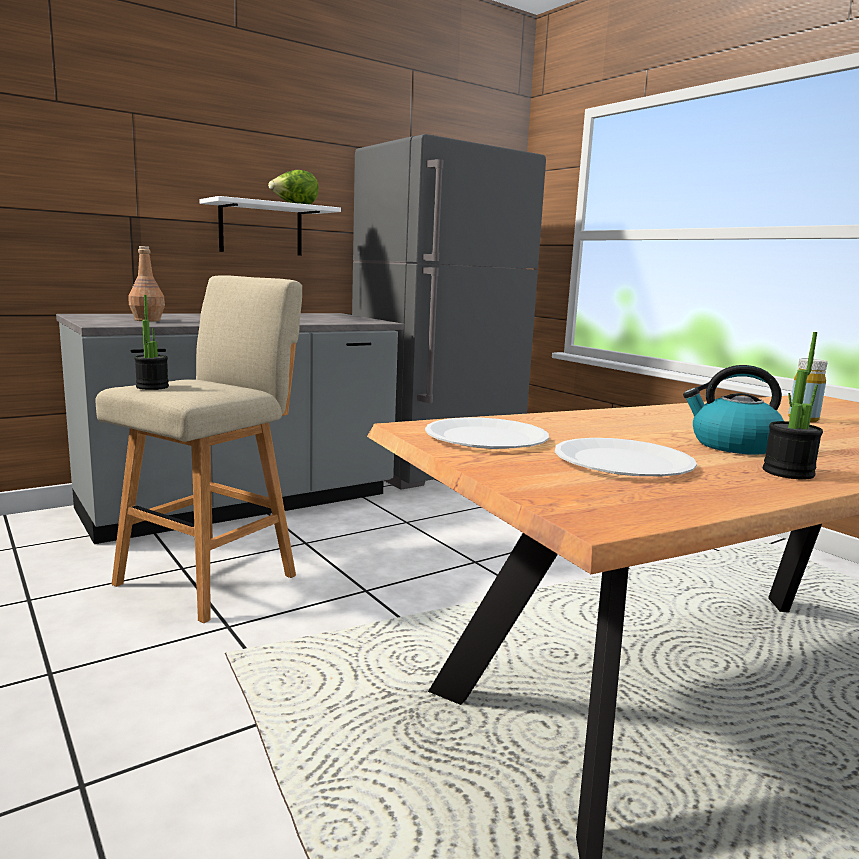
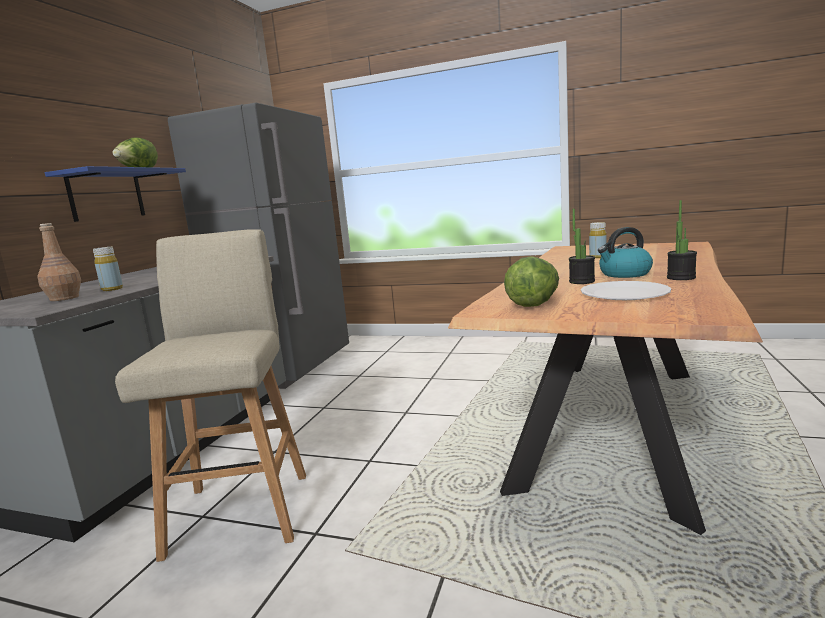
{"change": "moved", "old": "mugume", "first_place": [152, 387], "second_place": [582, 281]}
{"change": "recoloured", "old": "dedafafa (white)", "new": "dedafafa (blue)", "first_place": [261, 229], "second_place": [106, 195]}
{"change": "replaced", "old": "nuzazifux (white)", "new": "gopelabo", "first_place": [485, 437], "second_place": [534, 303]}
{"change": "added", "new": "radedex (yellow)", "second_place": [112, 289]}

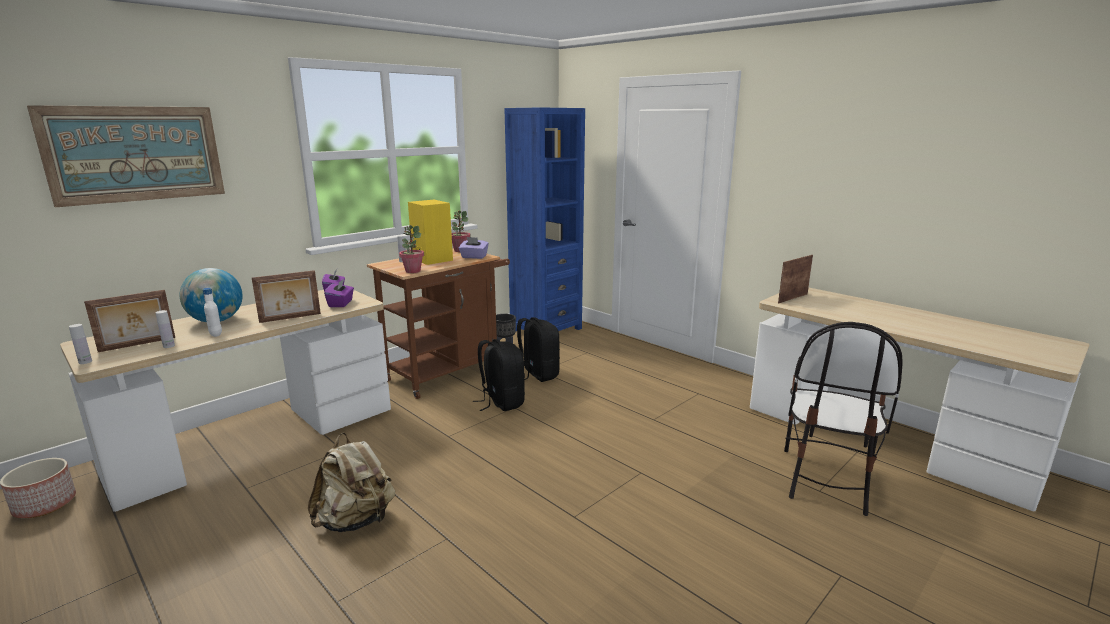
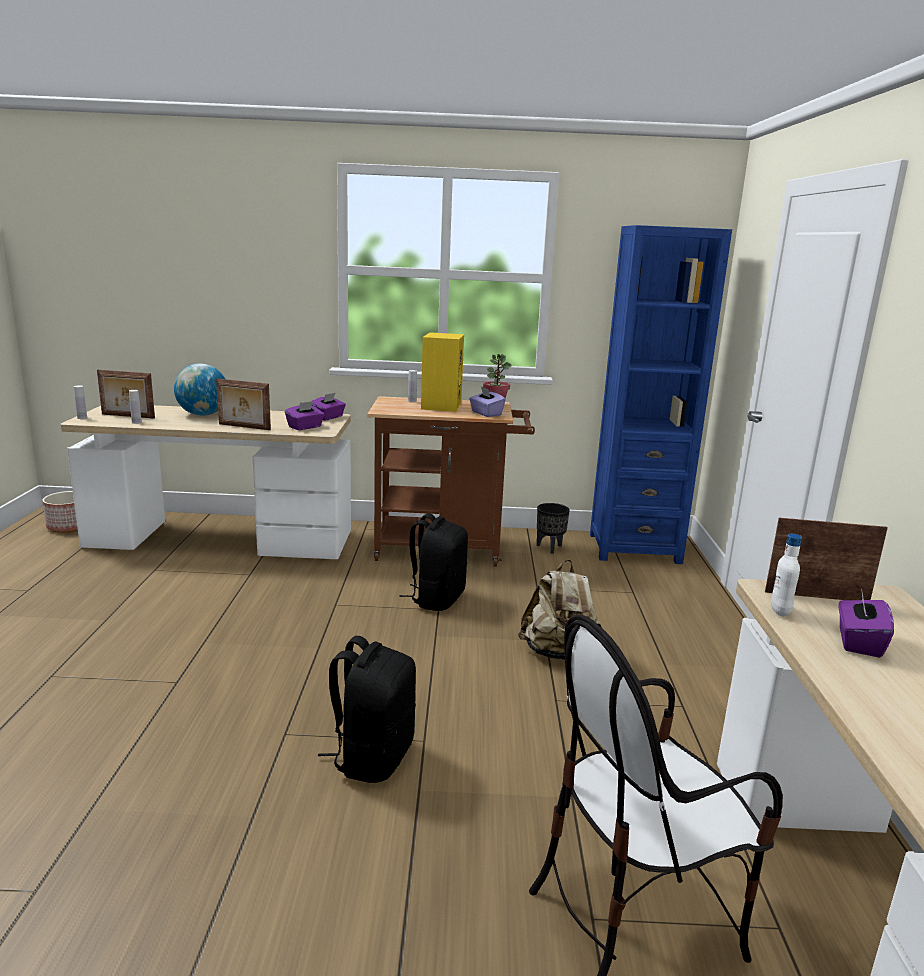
{"change": "removed", "old": "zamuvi", "first_place": [135, 154]}
{"change": "moved", "old": "radedex (white)", "first_place": [216, 334], "second_place": [780, 611]}
{"change": "moved", "old": "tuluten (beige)", "first_place": [356, 521], "second_place": [559, 653]}
{"change": "removed", "old": "mugume", "first_place": [413, 271]}
{"change": "moved", "old": "tuluten (black)", "first_place": [537, 374], "second_place": [372, 756]}
{"change": "added", "new": "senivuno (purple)", "second_place": [858, 642]}

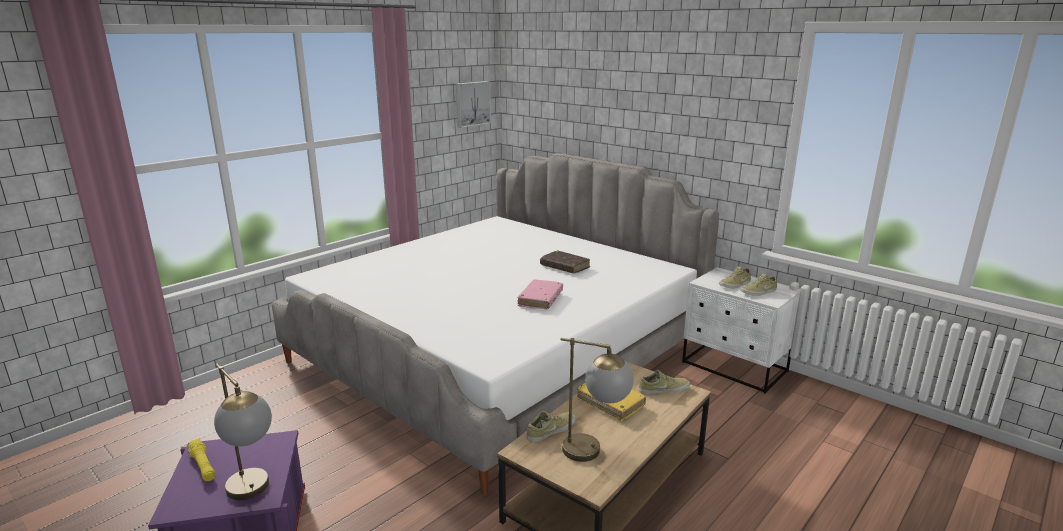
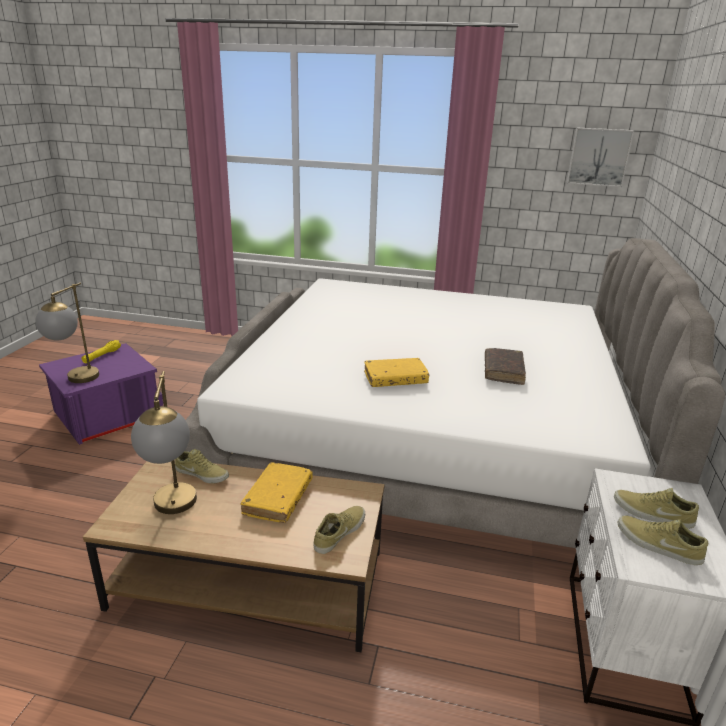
{"change": "recoloured", "old": "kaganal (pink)", "new": "kaganal (yellow)", "first_place": [540, 299], "second_place": [395, 379]}
{"change": "turned", "old": "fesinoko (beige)", "first_place": [663, 389], "second_place": [338, 532], "degrees": -105}

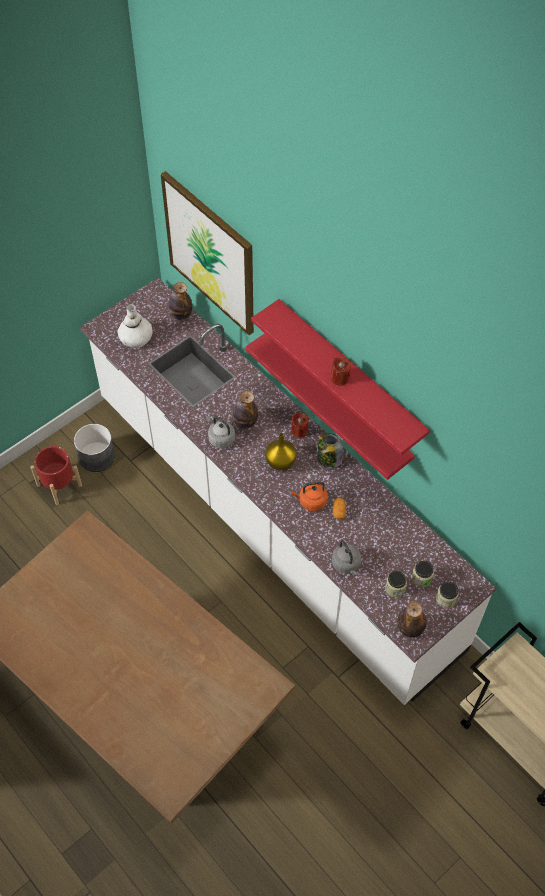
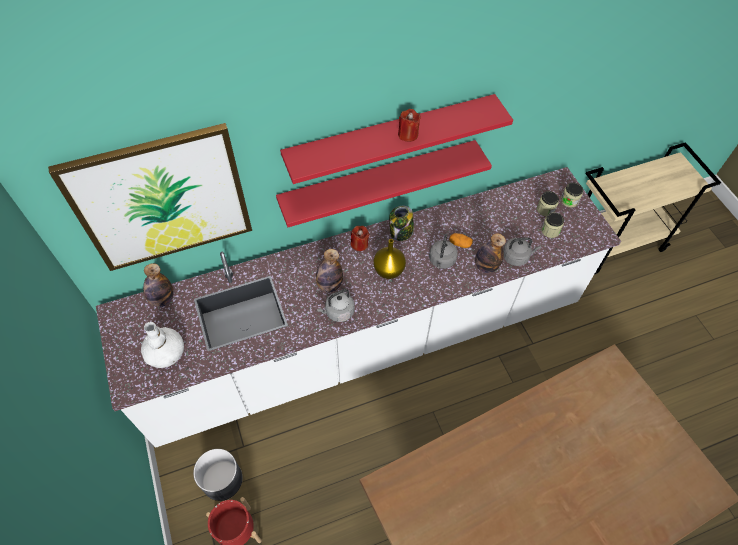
{"change": "recoloured", "old": "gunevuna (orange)", "new": "gunevuna (grey)", "first_place": [311, 501], "second_place": [441, 261]}
{"change": "moved", "old": "radedex", "first_place": [410, 628], "second_place": [486, 266]}

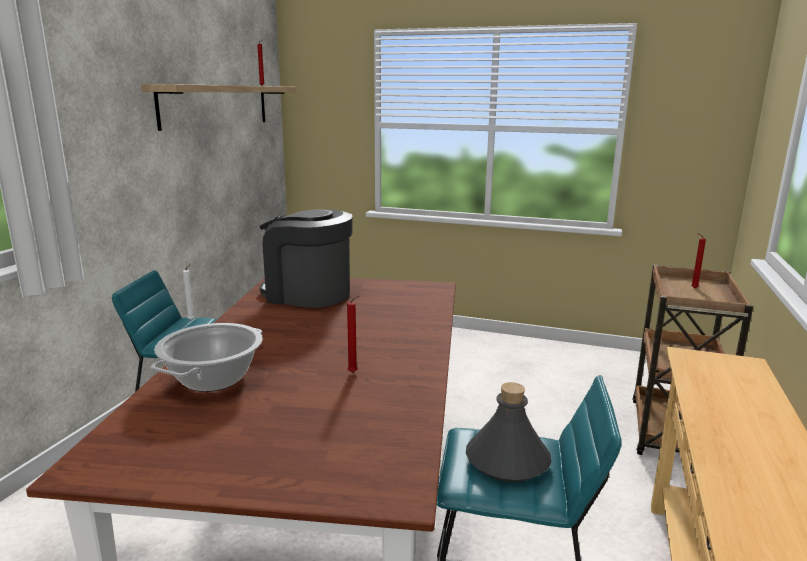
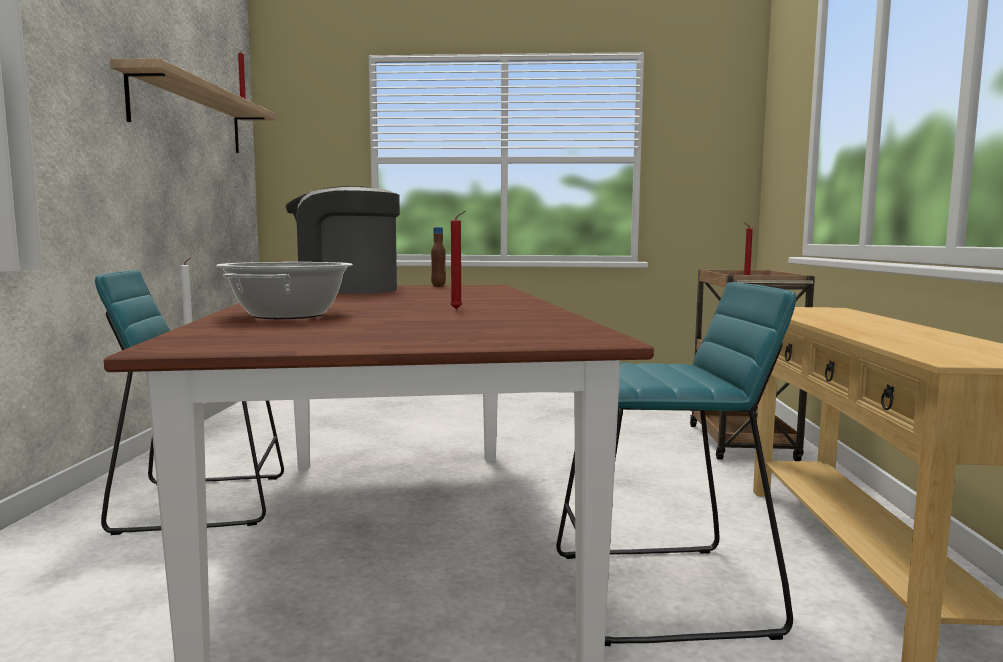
{"change": "removed", "old": "radedex (grey)", "first_place": [508, 461]}
{"change": "added", "new": "radedex (brown)", "second_place": [438, 286]}

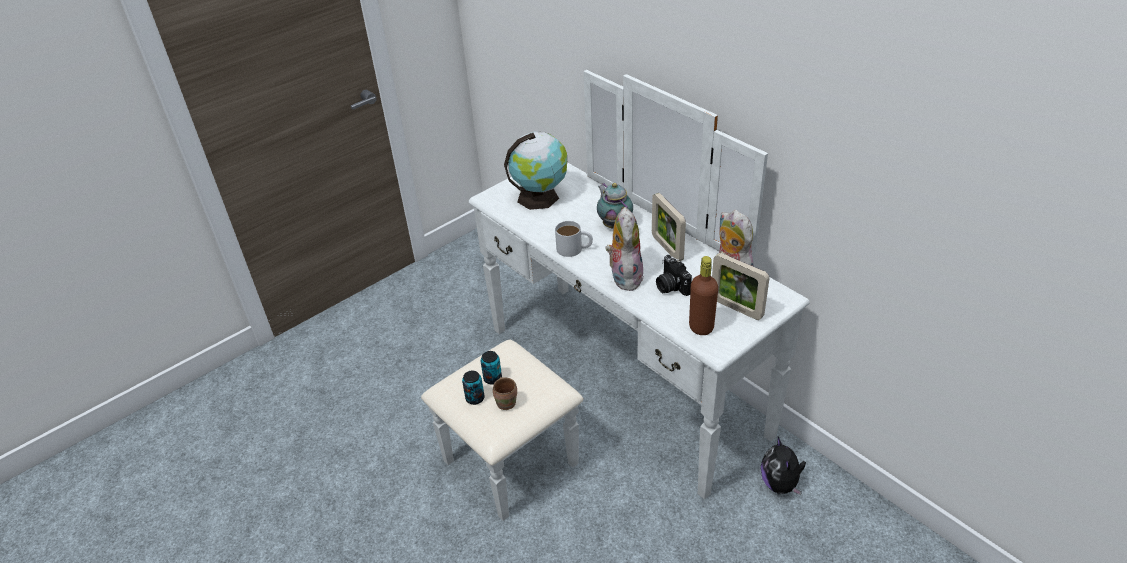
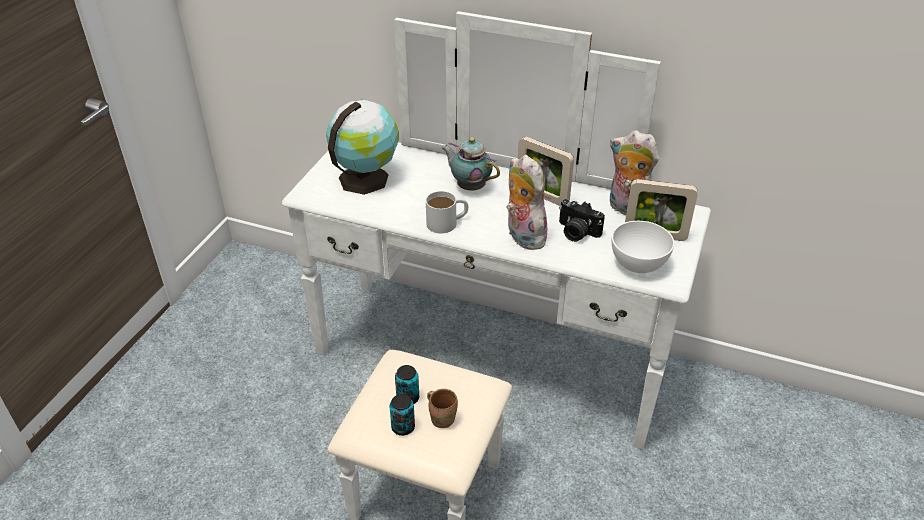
{"change": "replaced", "old": "radedex (brown)", "new": "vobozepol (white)", "first_place": [701, 327], "second_place": [638, 264]}
{"change": "removed", "old": "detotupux", "first_place": [780, 484]}

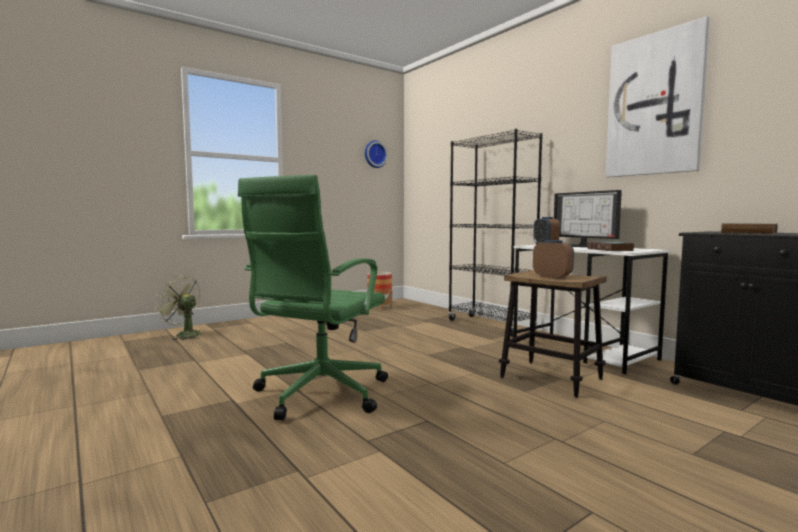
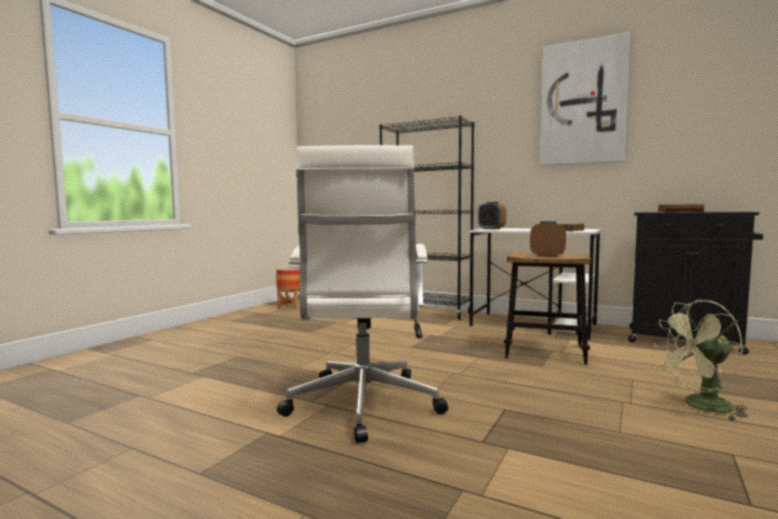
{"change": "moved", "old": "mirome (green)", "first_place": [183, 335], "second_place": [700, 407]}
{"change": "recoloured", "old": "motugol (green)", "new": "motugol (white)", "first_place": [319, 395], "second_place": [363, 406]}
{"change": "removed", "old": "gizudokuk", "first_place": [374, 154]}
{"change": "removed", "old": "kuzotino", "first_place": [579, 246]}

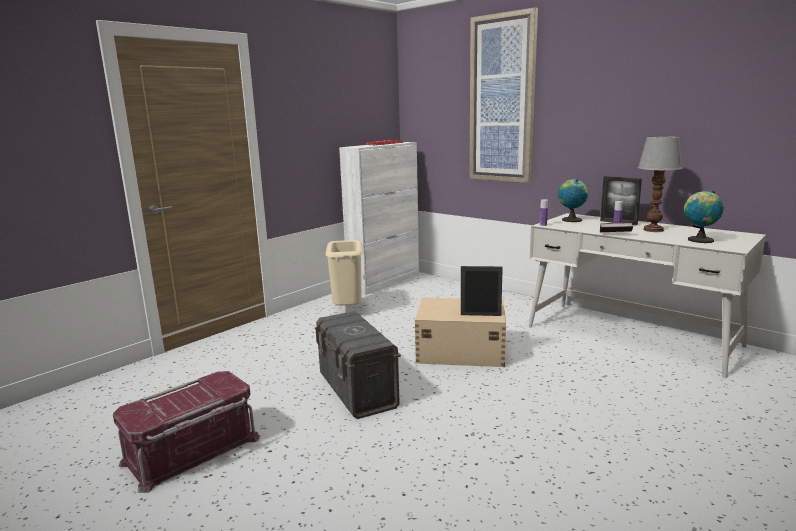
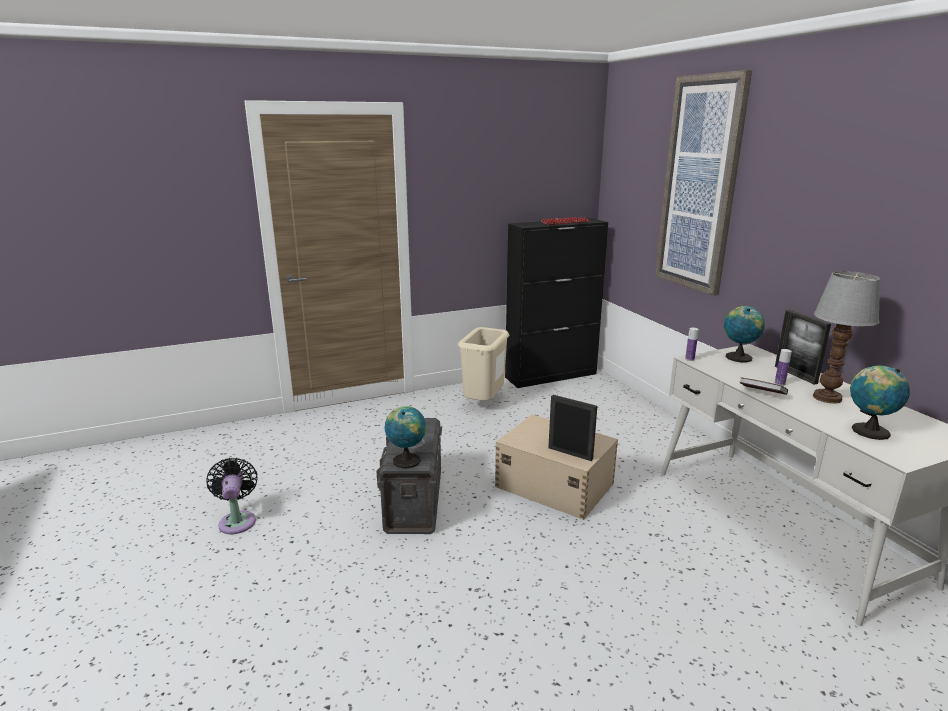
{"change": "replaced", "old": "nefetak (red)", "new": "mirome (black)", "first_place": [192, 451], "second_place": [237, 520]}
{"change": "recoloured", "old": "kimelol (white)", "new": "kimelol (black)", "first_place": [385, 282], "second_place": [551, 375]}
{"change": "added", "new": "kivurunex", "second_place": [406, 460]}

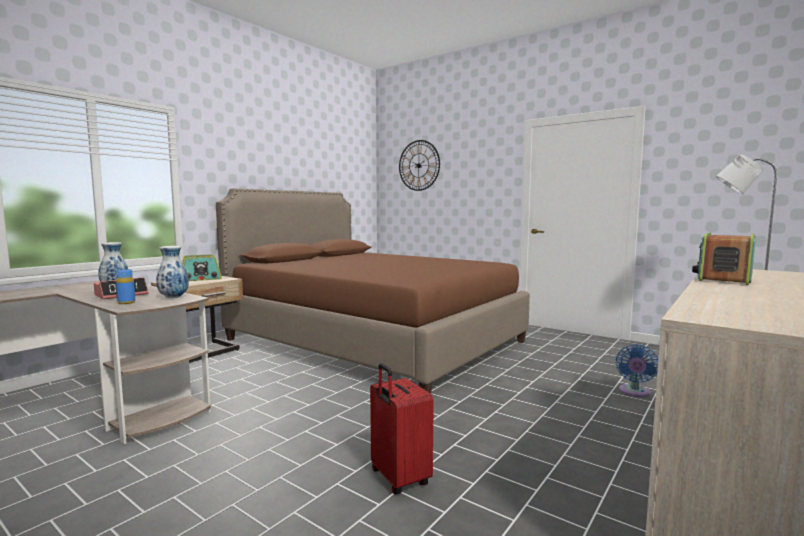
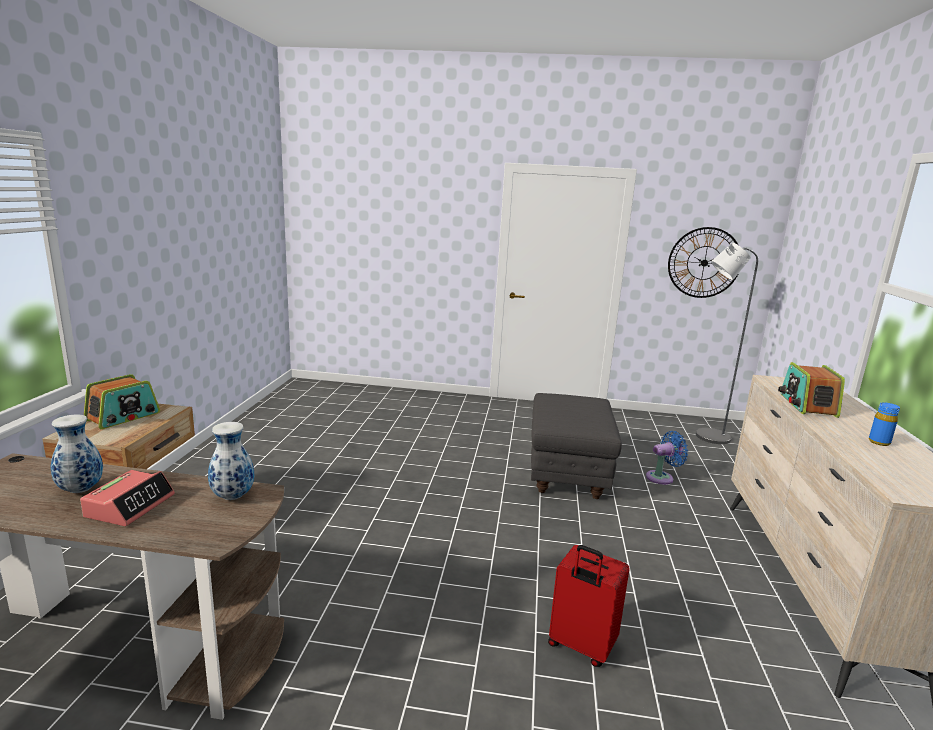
{"change": "moved", "old": "radedex (blue)", "first_place": [126, 303], "second_place": [879, 442]}
{"change": "removed", "old": "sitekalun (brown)", "first_place": [374, 341]}
{"change": "moved", "old": "gizudokuk", "first_place": [419, 165], "second_place": [704, 263]}
{"change": "turned", "old": "mirome (blue)", "first_place": [634, 392], "second_place": [662, 477], "degrees": -105}
{"change": "added", "new": "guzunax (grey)", "second_place": [566, 474]}

